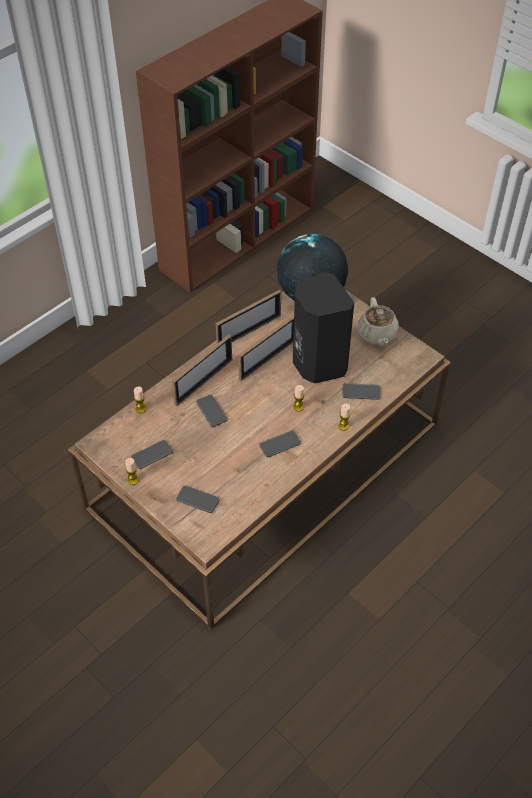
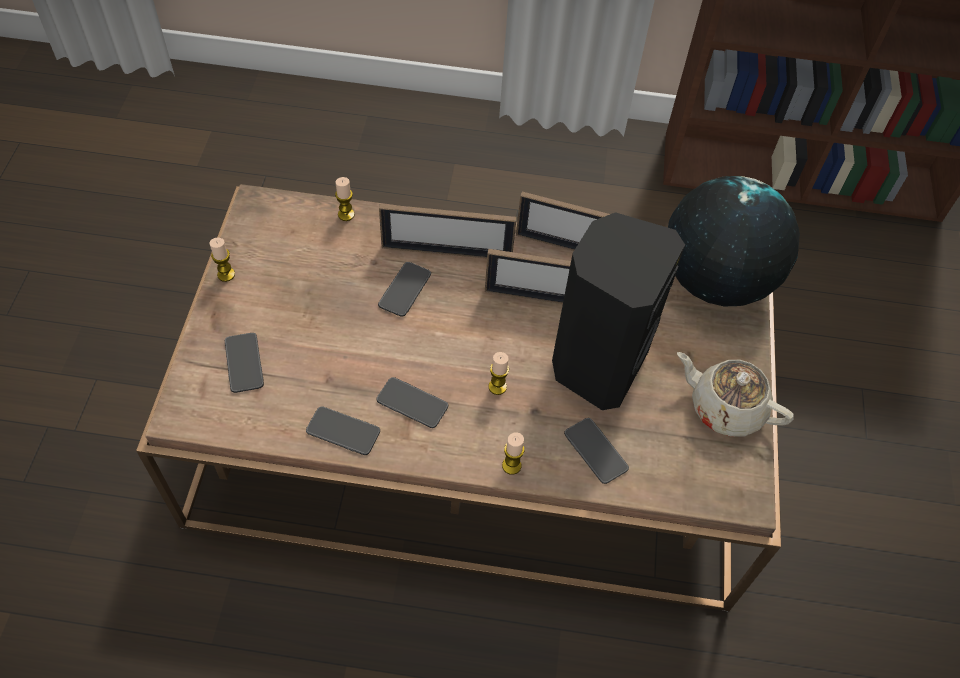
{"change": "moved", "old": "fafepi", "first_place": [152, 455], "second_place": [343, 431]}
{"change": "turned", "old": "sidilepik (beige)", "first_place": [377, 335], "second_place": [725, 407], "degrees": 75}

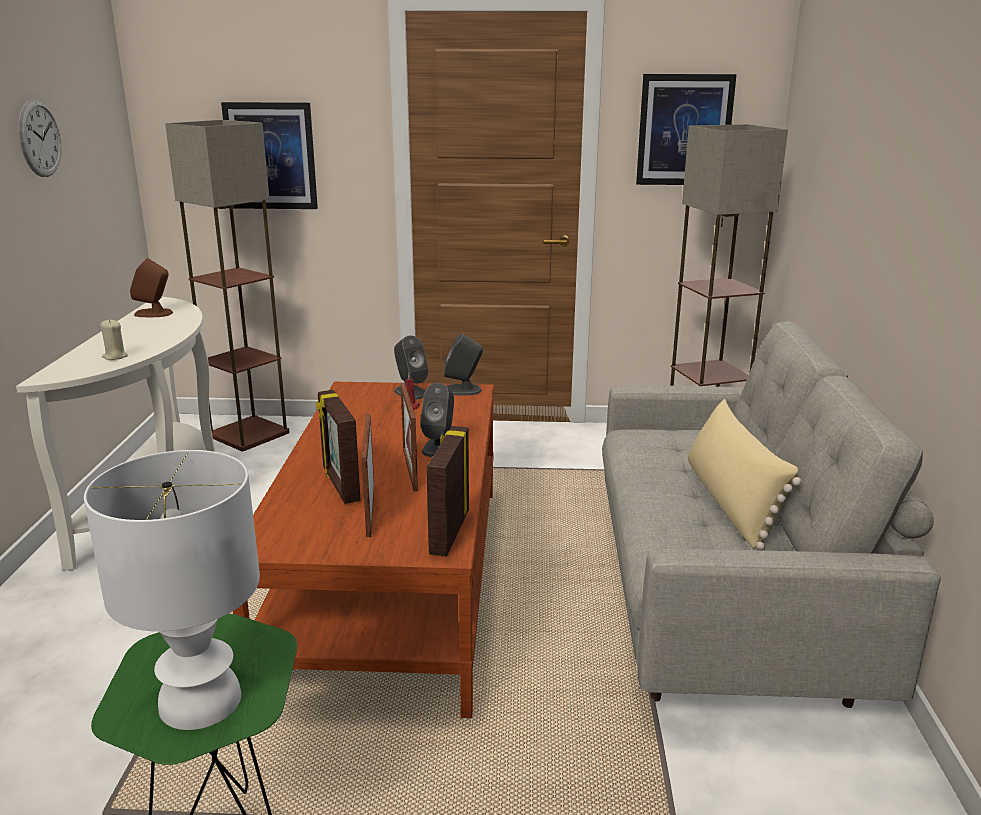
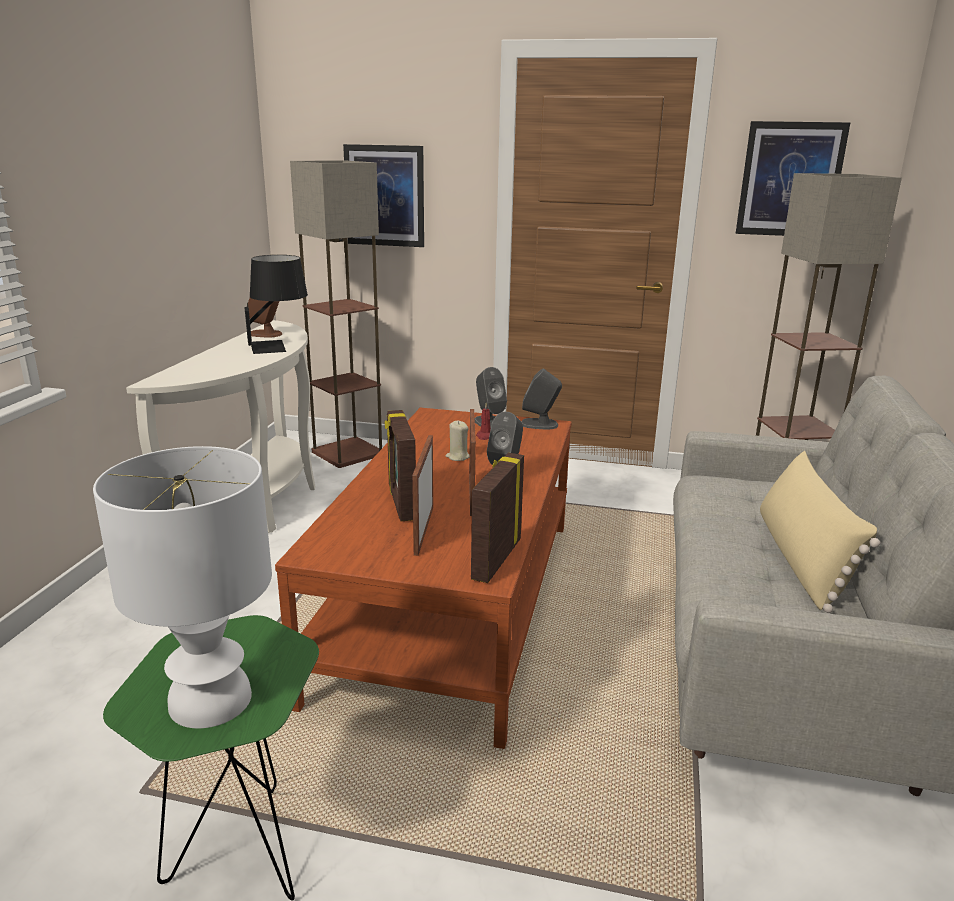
{"change": "removed", "old": "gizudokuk", "first_place": [40, 138]}
{"change": "moved", "old": "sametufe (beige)", "first_place": [115, 357], "second_place": [457, 457]}
{"change": "added", "new": "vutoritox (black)", "second_place": [279, 346]}

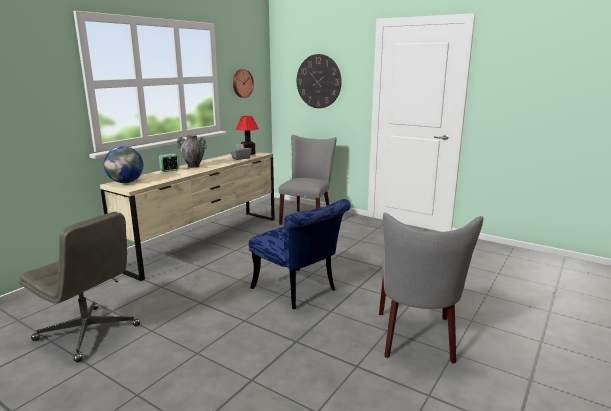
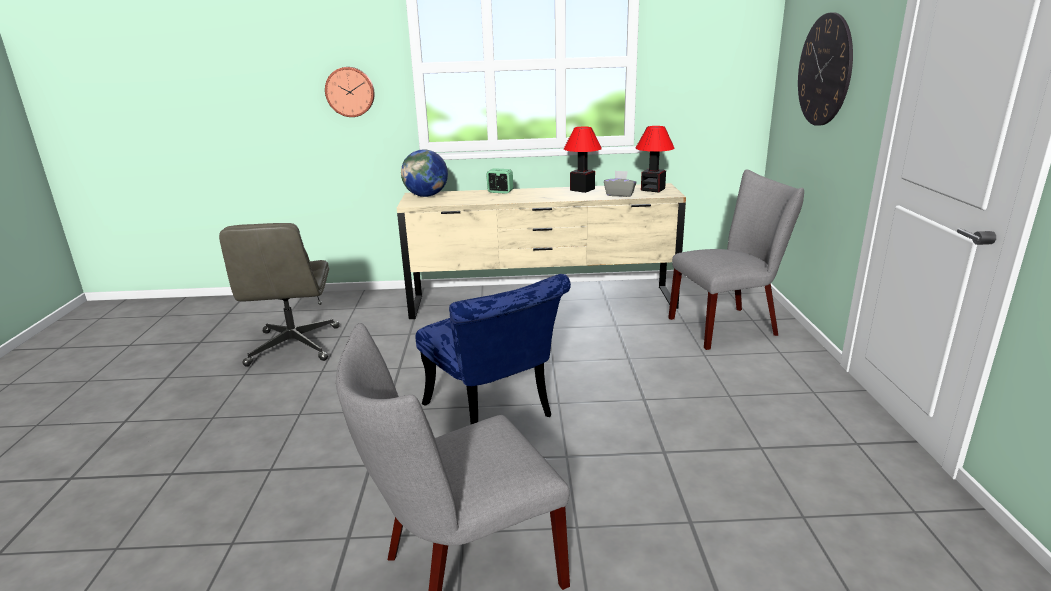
{"change": "removed", "old": "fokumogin", "first_place": [193, 166]}
{"change": "moved", "old": "gizudokuk", "first_place": [242, 83], "second_place": [350, 92]}
{"change": "turned", "old": "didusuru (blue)", "first_place": [299, 291], "second_place": [494, 415], "degrees": -45}
{"change": "added", "new": "vutoritox", "second_place": [582, 189]}

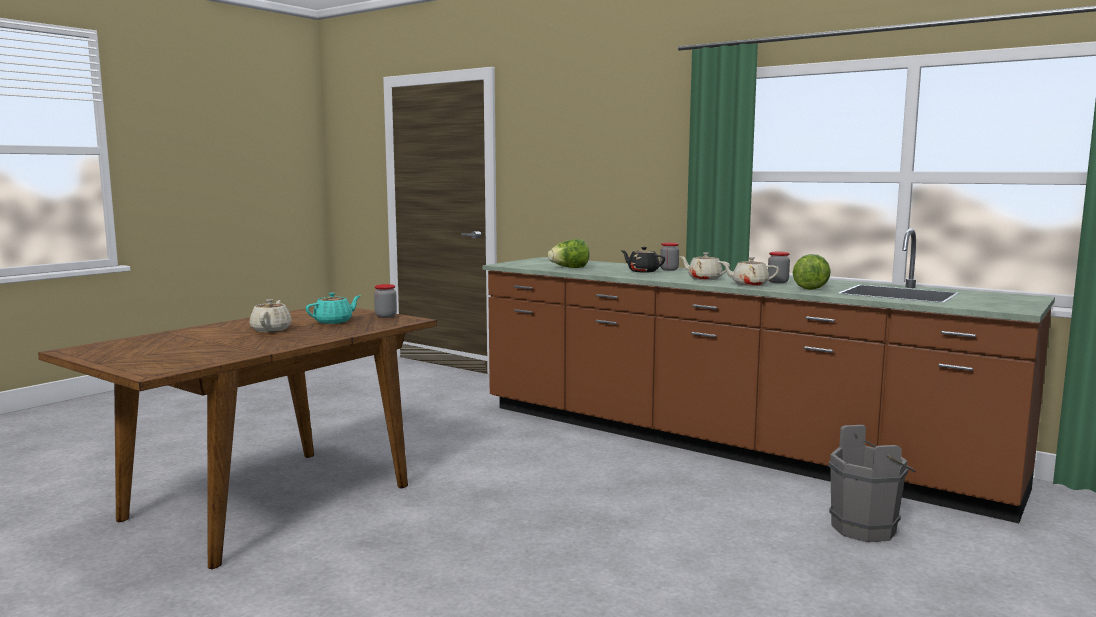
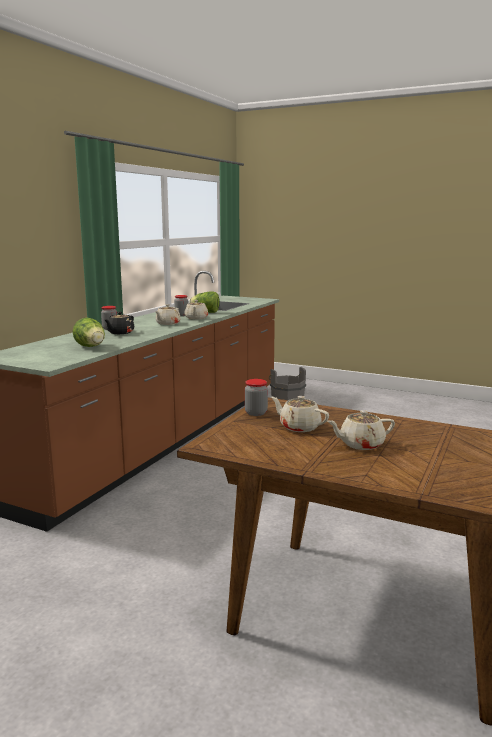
{"change": "recoloured", "old": "sidilepik (turquoise)", "new": "sidilepik (beige)", "first_place": [334, 322], "second_place": [299, 427]}

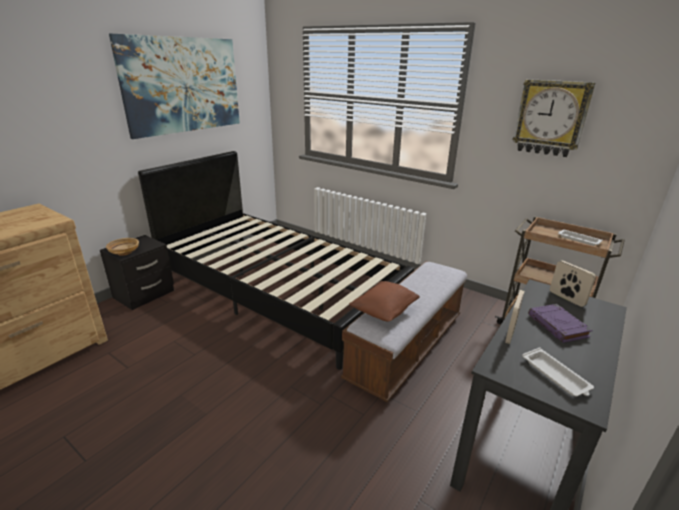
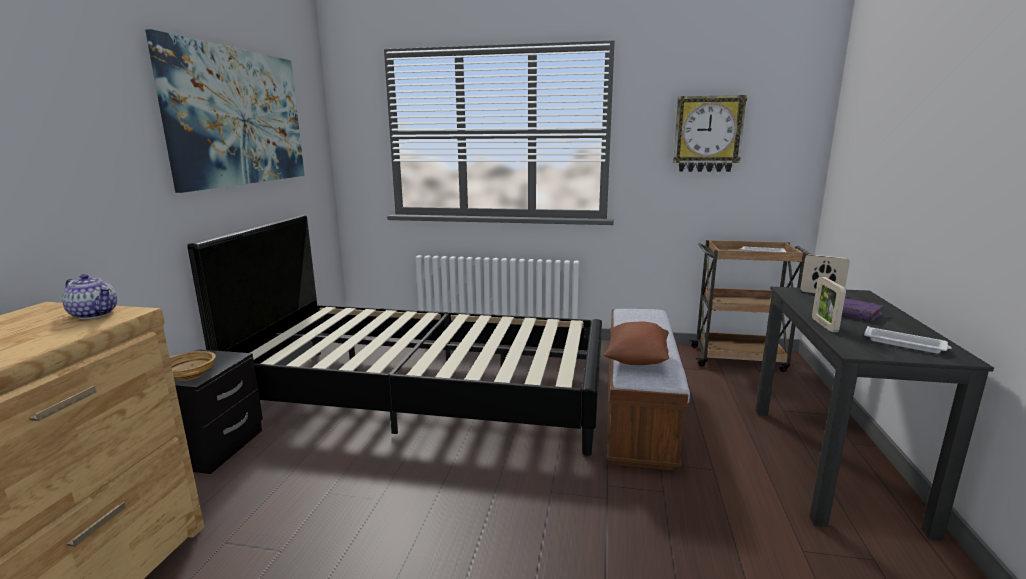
{"change": "added", "new": "sidilepik", "second_place": [95, 314]}

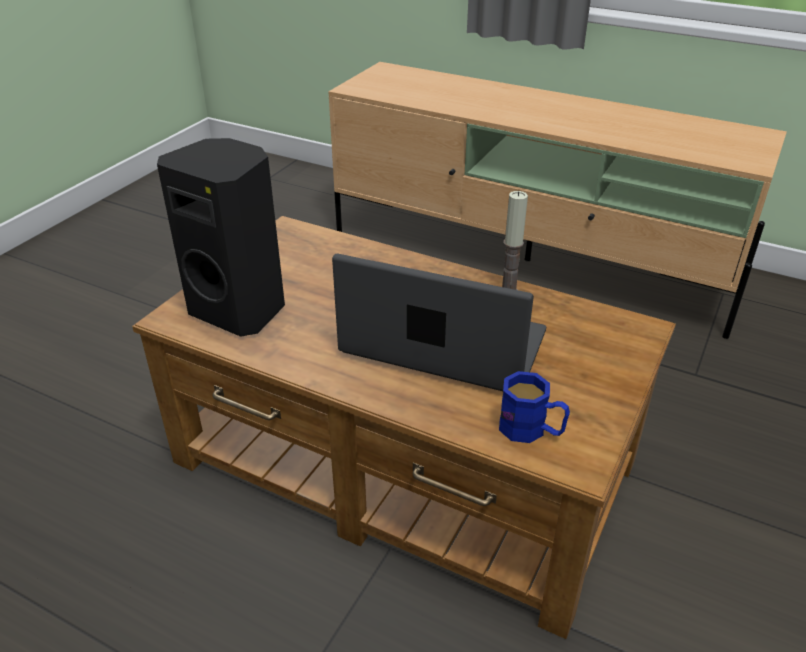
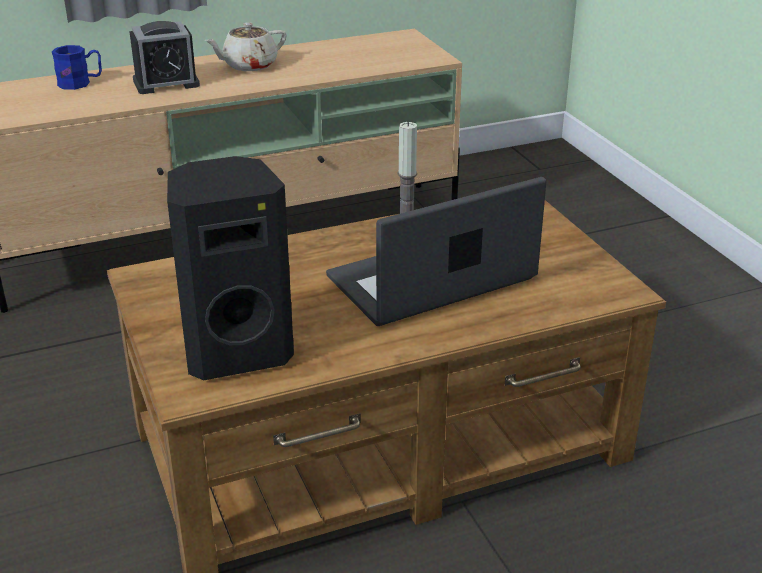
{"change": "moved", "old": "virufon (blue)", "first_place": [531, 430], "second_place": [81, 83]}
{"change": "added", "new": "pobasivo", "second_place": [166, 83]}
{"change": "added", "new": "sidilepik (beige)", "second_place": [249, 65]}

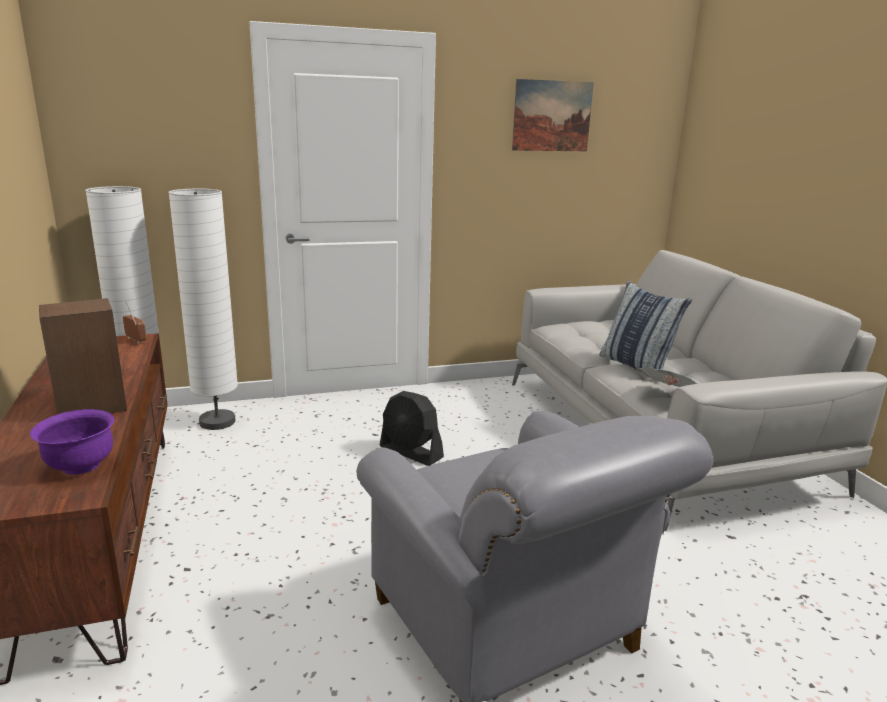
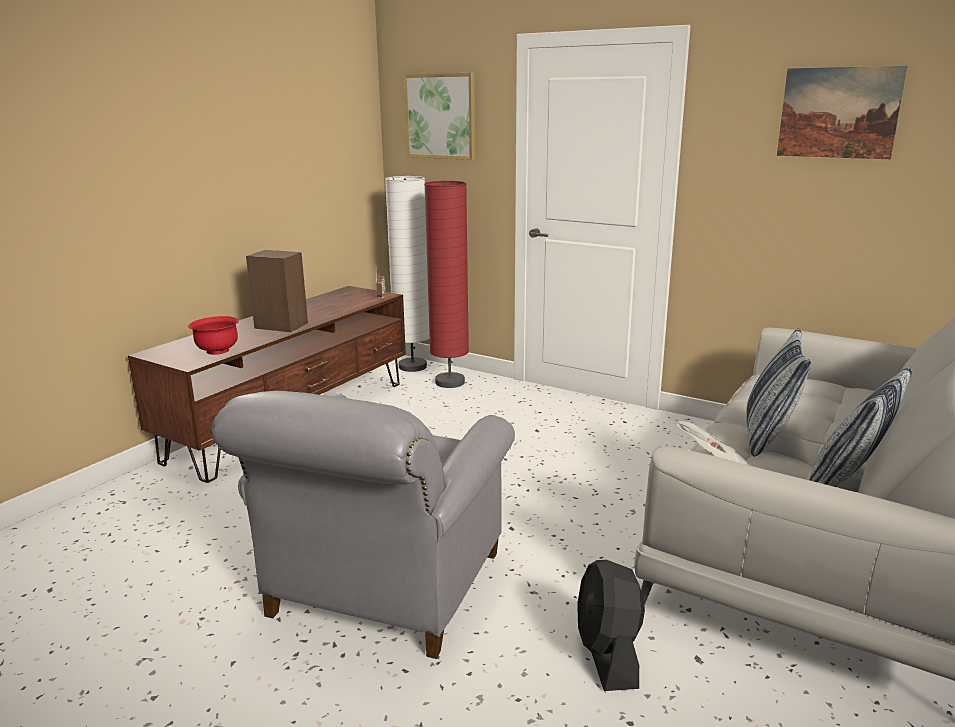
{"change": "recoloured", "old": "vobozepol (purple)", "new": "vobozepol (red)", "first_place": [80, 466], "second_place": [217, 351]}
{"change": "recoloured", "old": "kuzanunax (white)", "new": "kuzanunax (red)", "first_place": [217, 422], "second_place": [450, 382]}
{"change": "moved", "old": "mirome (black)", "first_place": [411, 452], "second_place": [608, 654]}
{"change": "added", "new": "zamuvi", "second_place": [441, 116]}
{"change": "added", "new": "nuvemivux", "second_place": [847, 484]}

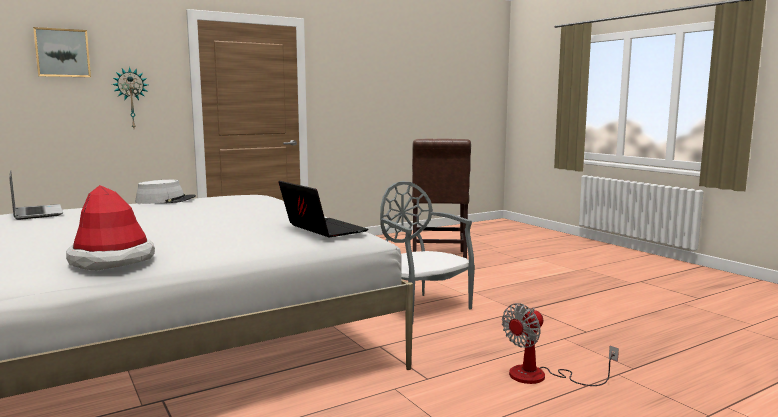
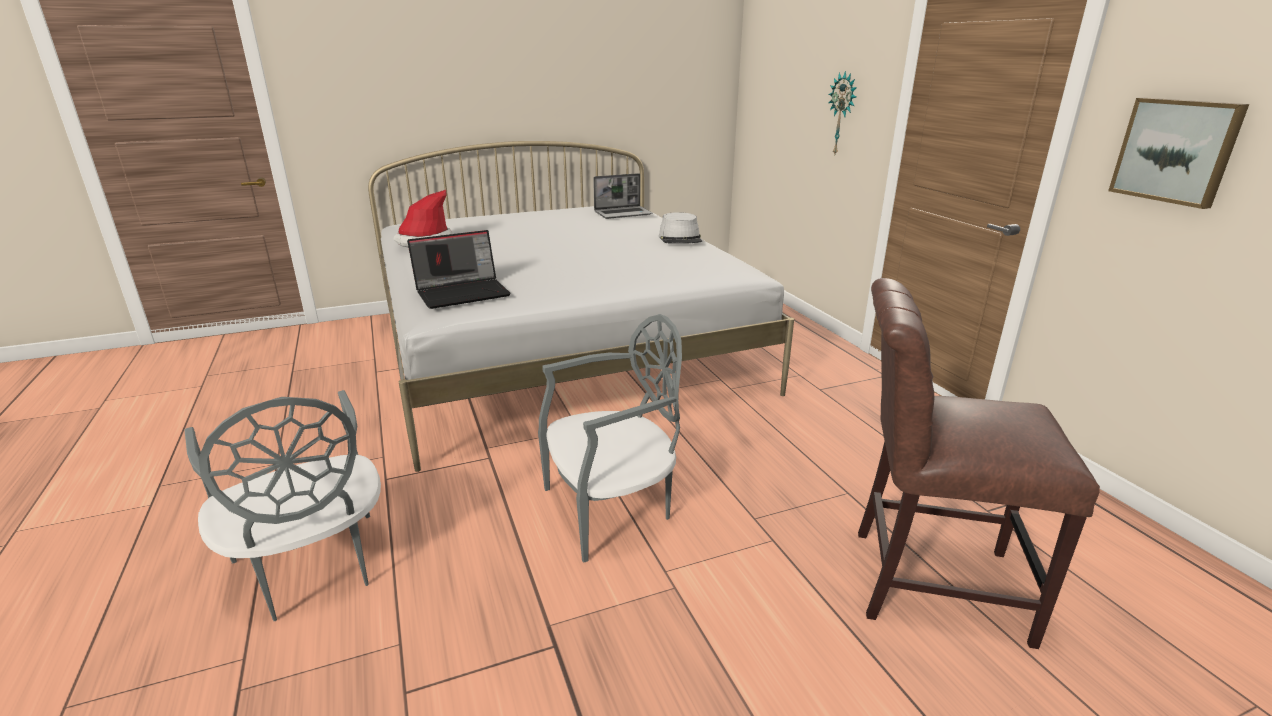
{"change": "moved", "old": "zamuvi", "first_place": [62, 53], "second_place": [1176, 151]}
{"change": "replaced", "old": "mirome", "new": "didusuru (grey)", "first_place": [541, 376], "second_place": [312, 569]}

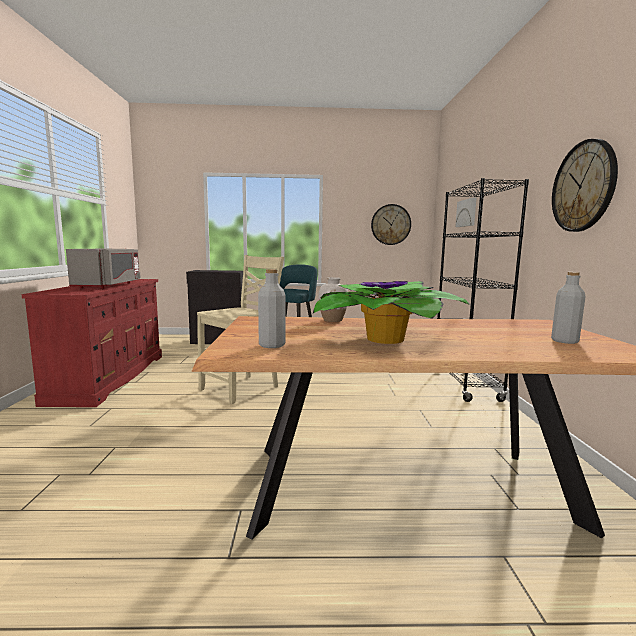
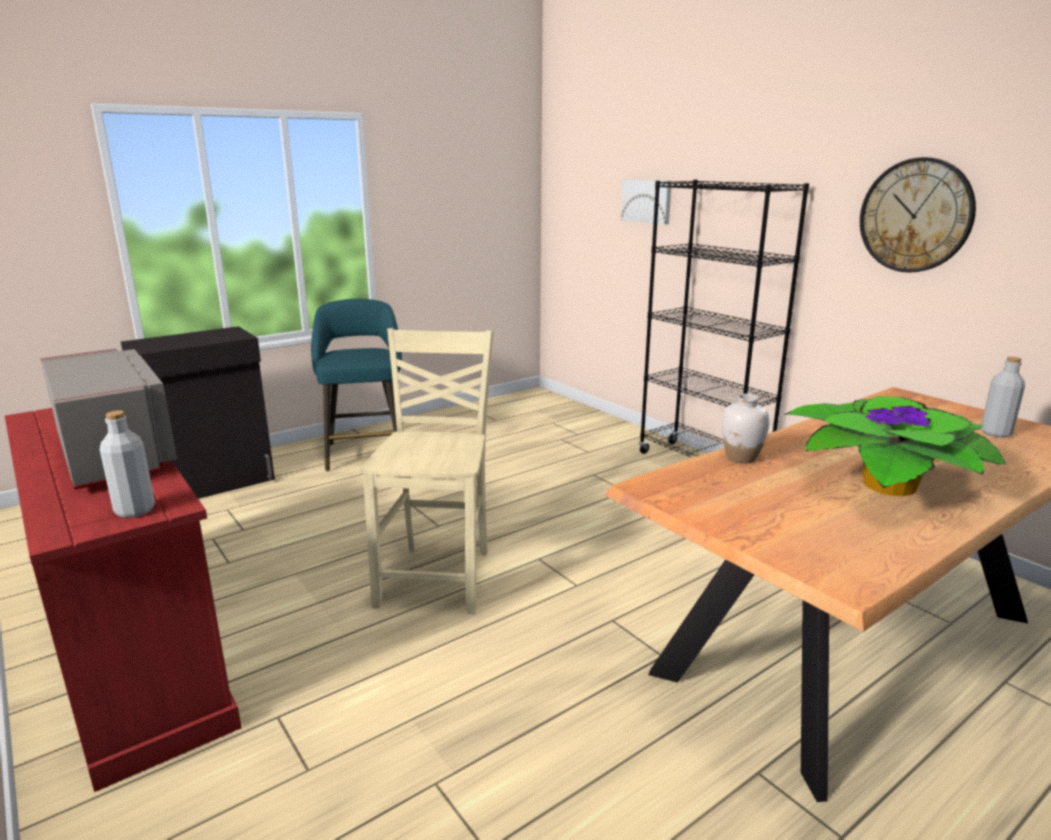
{"change": "moved", "old": "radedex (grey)", "first_place": [272, 345], "second_place": [135, 510]}
{"change": "removed", "old": "gizudokuk", "first_place": [391, 224]}

